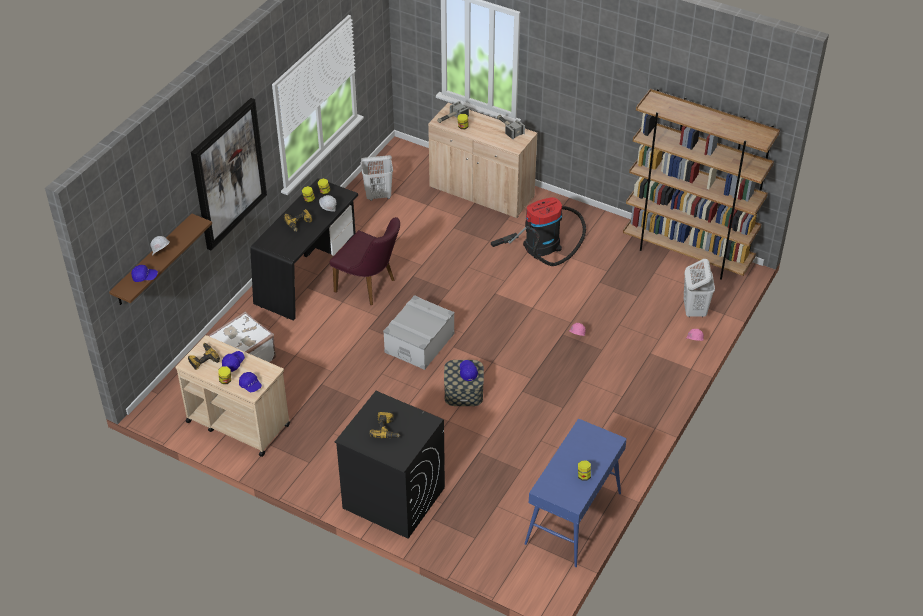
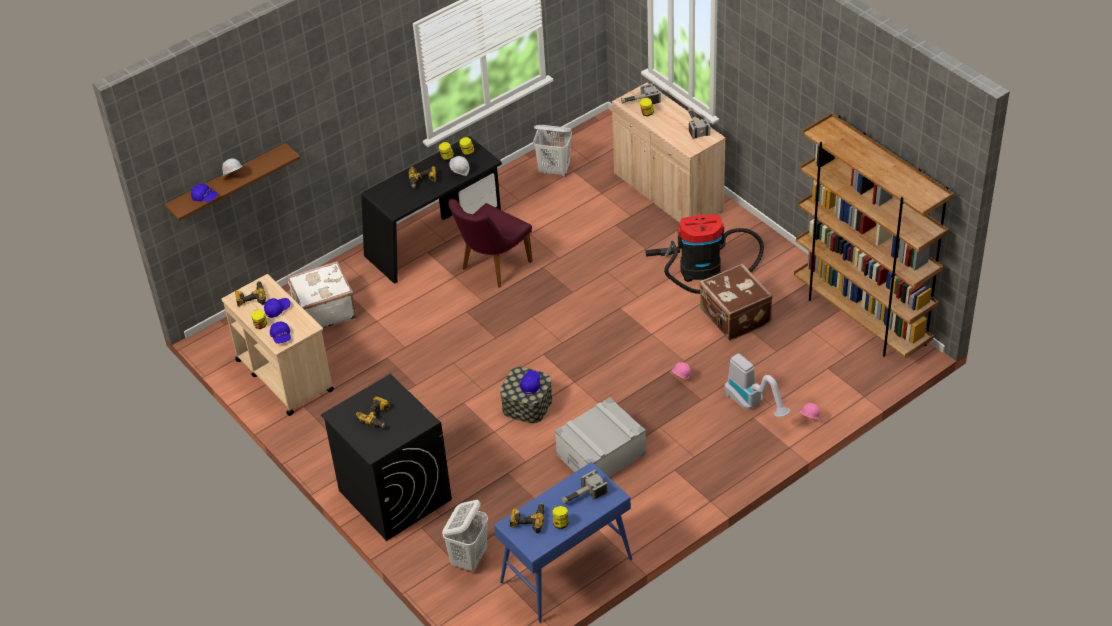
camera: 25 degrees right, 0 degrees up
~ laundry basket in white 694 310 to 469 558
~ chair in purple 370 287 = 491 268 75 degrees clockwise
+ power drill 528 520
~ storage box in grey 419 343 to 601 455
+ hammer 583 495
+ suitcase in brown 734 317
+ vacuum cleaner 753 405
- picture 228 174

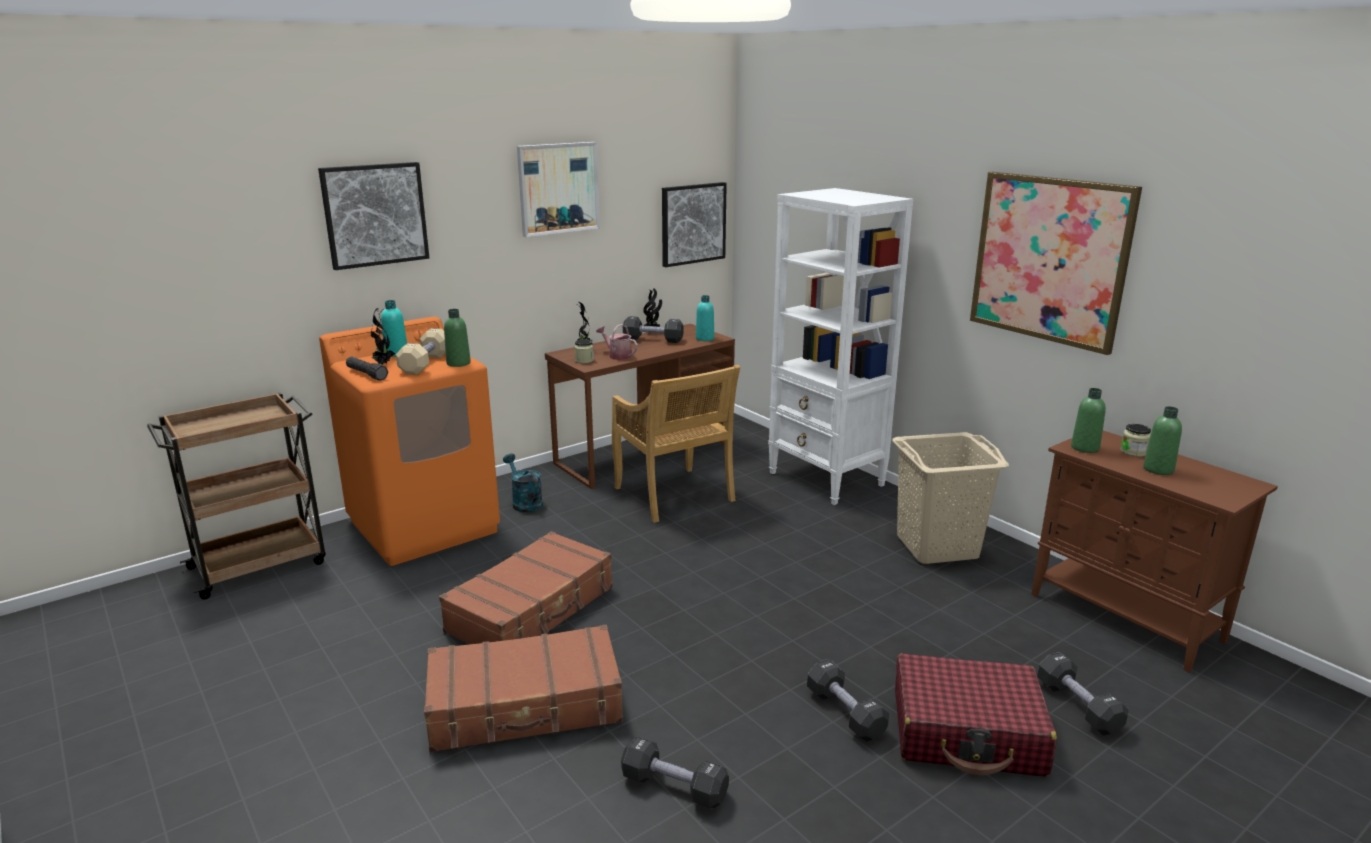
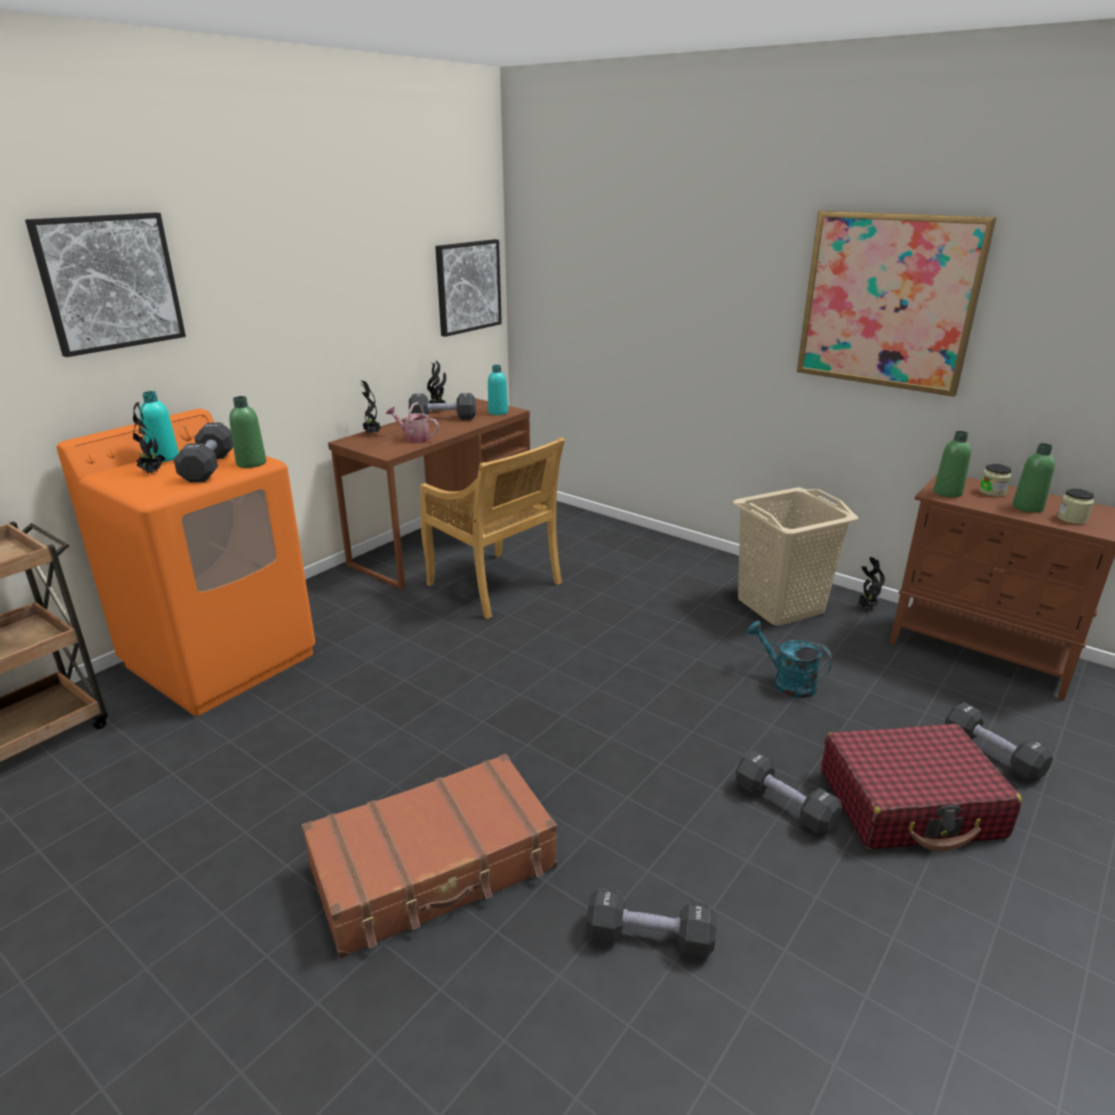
camera: 15 degrees left, 5 degrees up
~ dumbbell in beige 425 364 to dumbbell in black 209 467
~ watering can in turquoise 524 502 to 787 682
+ potted plant 865 607
~ jar 584 360 to 1071 519
- flashlight in black 366 374
- suitcase in brown 532 609
- picture 558 188
- bookcase in white 826 479

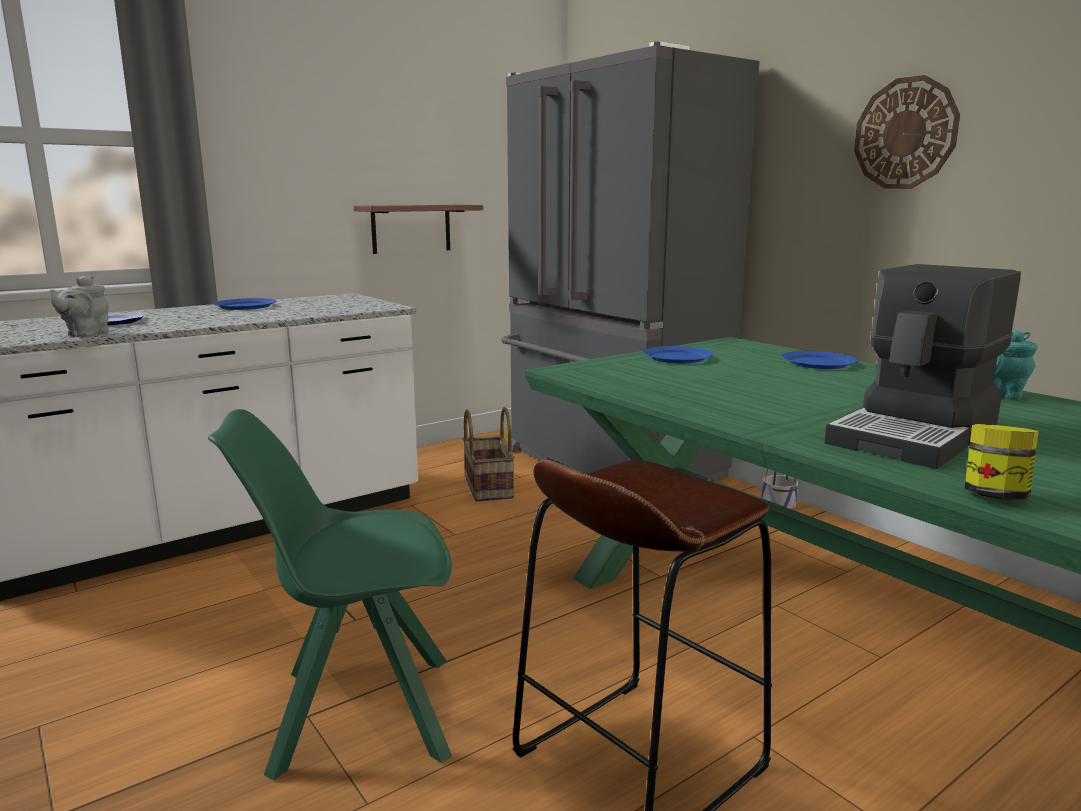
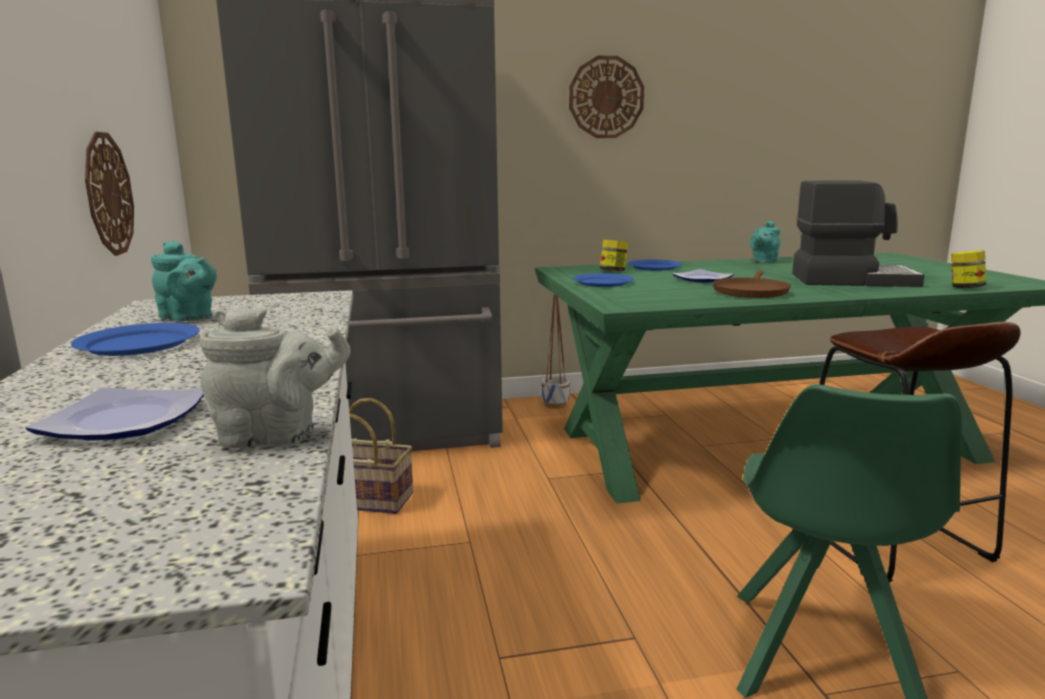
camera: 65 degrees left, 0 degrees up
~ shelf 411 228 to wall clock 108 194
+ teapot in turquoise 189 318
~ teapot in grey 85 335 = 276 436 45 degrees counterclockwise
+ jar 613 271
+ plate 703 279
+ frying pan in brown 750 291
~ coffee machine 917 435 = 851 280 60 degrees counterclockwise

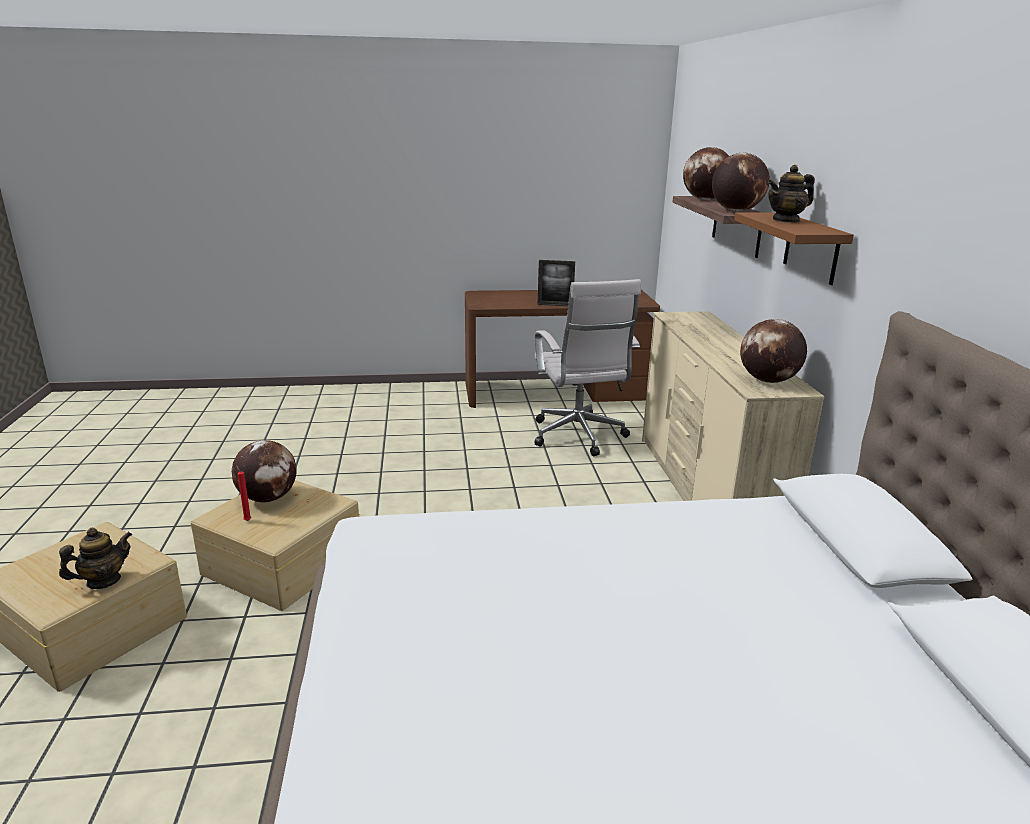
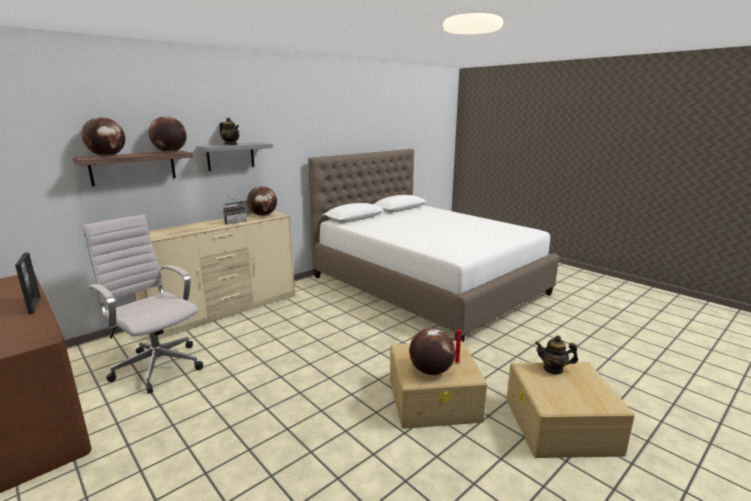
camera: 125 degrees left, 5 degrees down
~ office chair in white 579 437 = 157 365 90 degrees counterclockwise
~ shelf in brown 811 248 to shelf in grey 230 156
+ radio 235 222

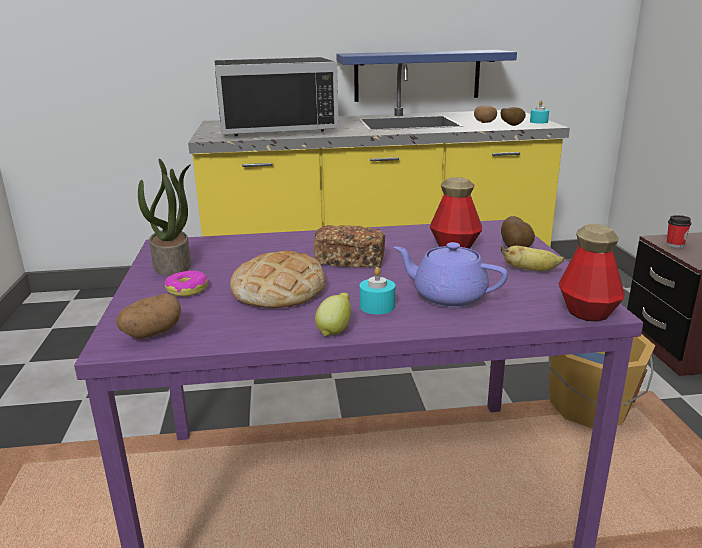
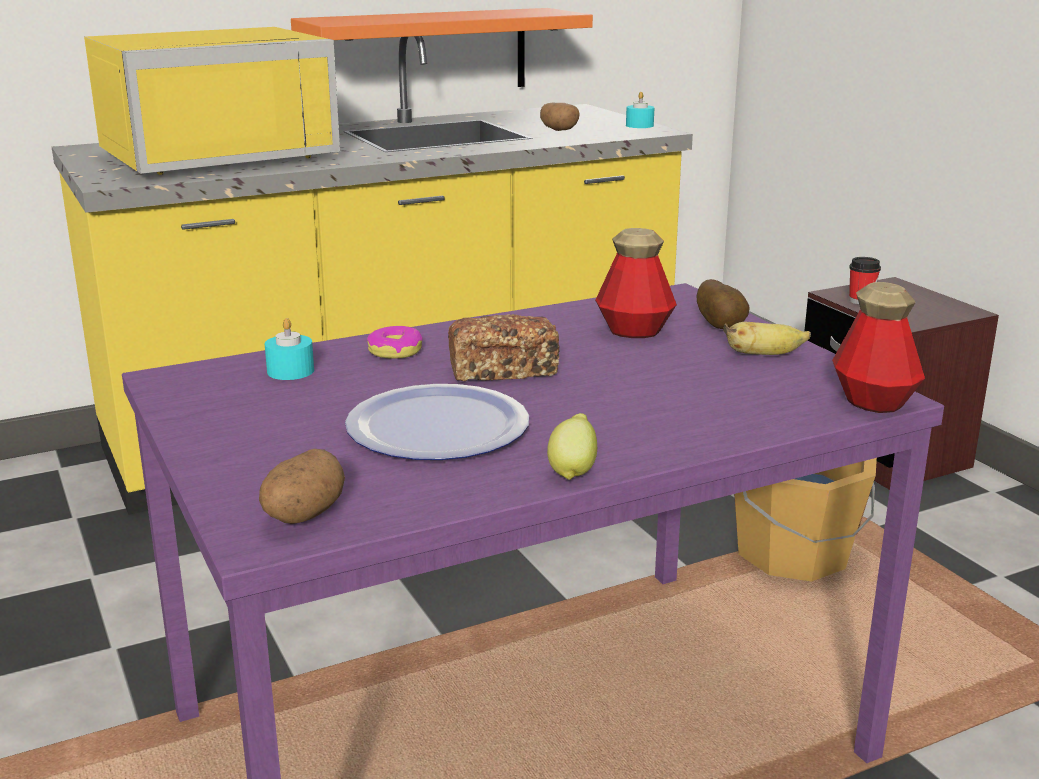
camera: 20 degrees left, 0 degrees up
~ microwave in black 276 127 to microwave in yellow 215 153
~ candle in turquoise 377 306 to 290 371
~ shelf in blue 417 75 to shelf in orange 427 53
~ bread 279 290 to plate 437 427
~ donut 187 290 to 395 351
- potted plant 173 265
- teapot in purple 448 296
- potato 511 125

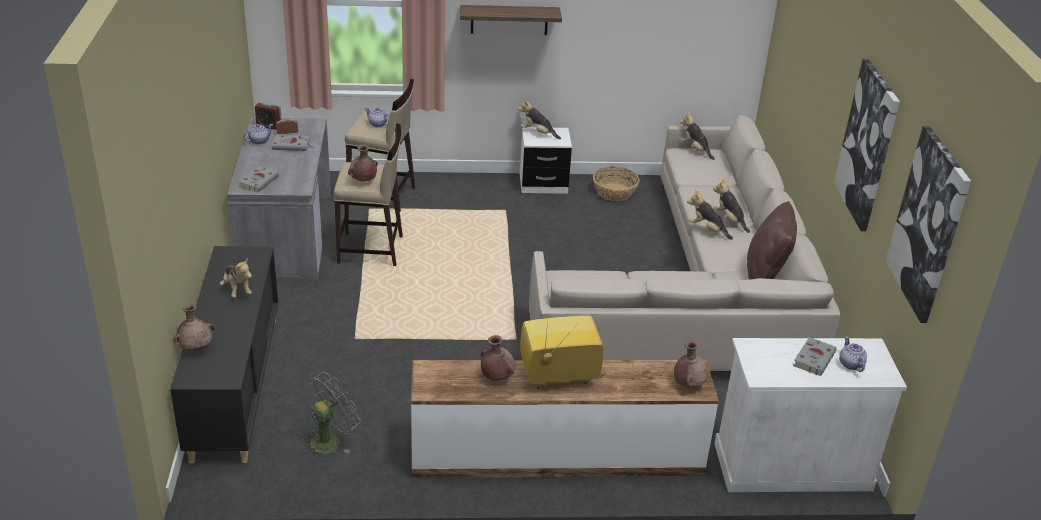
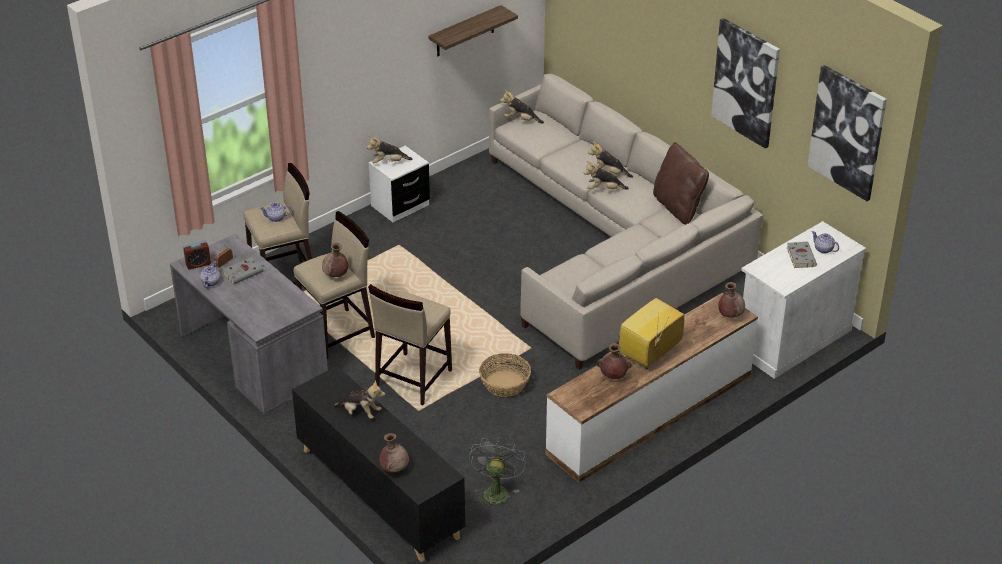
camera: 35 degrees left, 5 degrees up
+ stool in beige 412 379
~ shelf 509 20 to 465 32
~ basket 614 192 to 504 384
- book in grey 259 181

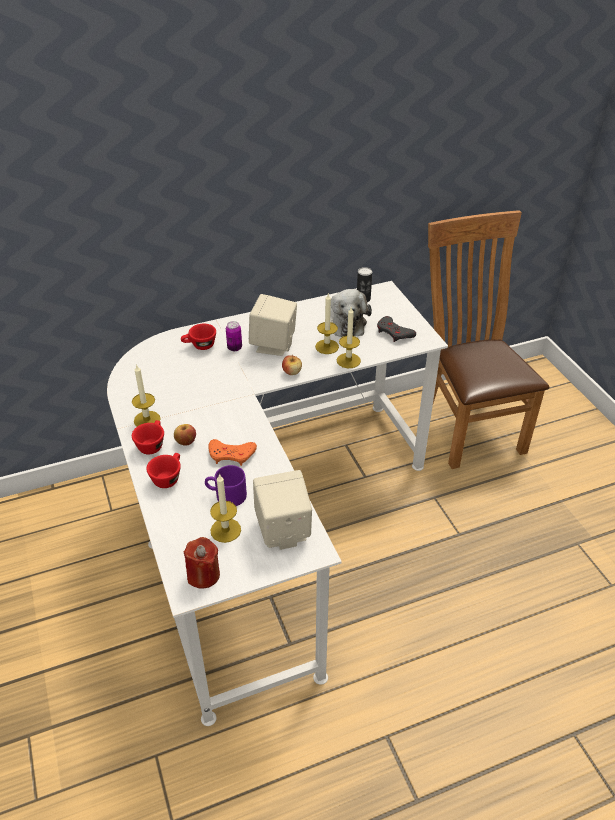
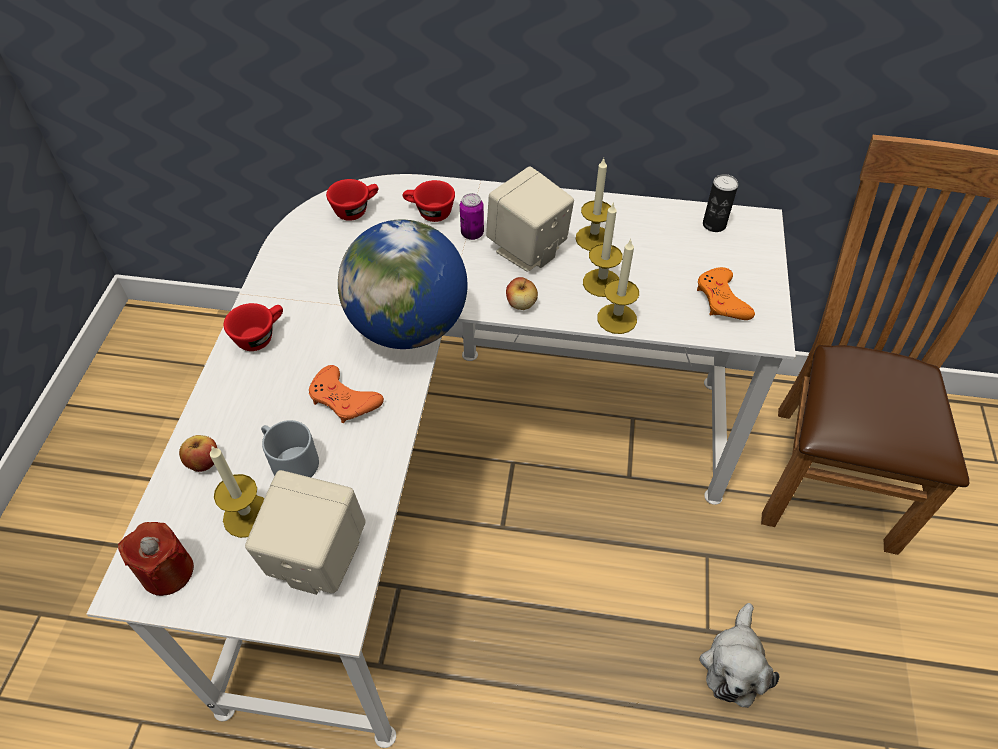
camera: 30 degrees right, 10 degrees up
~ apple 186 442 to 204 462
~ mug in purple 226 495 to mug in grey 289 460
~ cup in red 168 477 to 356 210
+ globe 408 327
~ candle 147 420 to 593 238
~ game controller in grey 394 332 to game controller in orange 722 300
~ plush toy 345 322 to 734 664

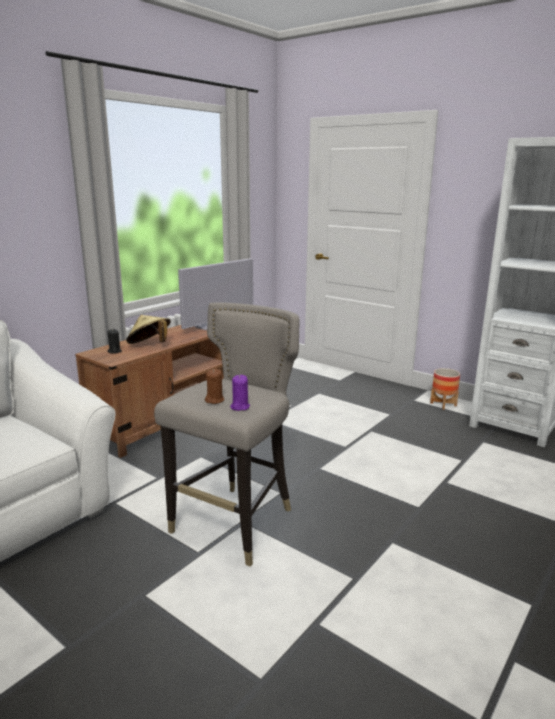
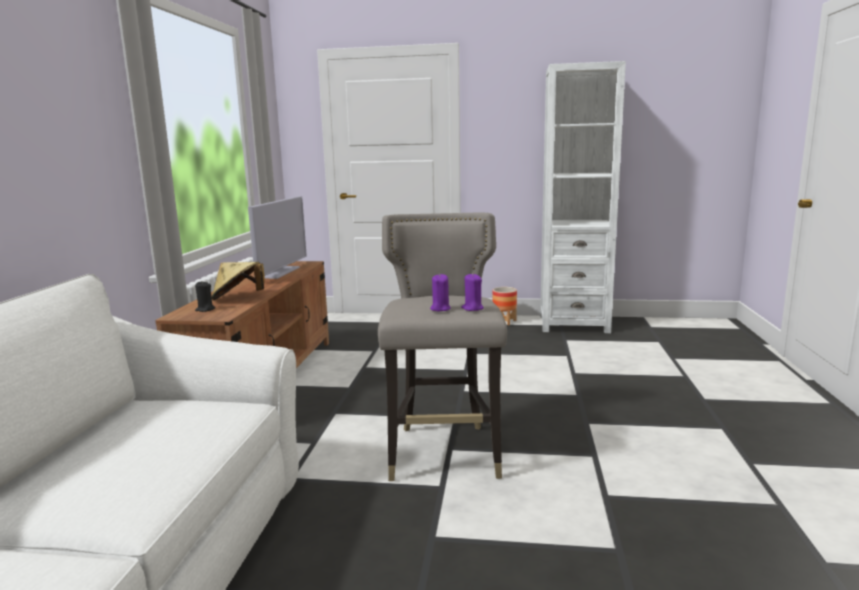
camera: 30 degrees left, 5 degrees down
~ candle in brown 214 400 to candle in purple 440 309

